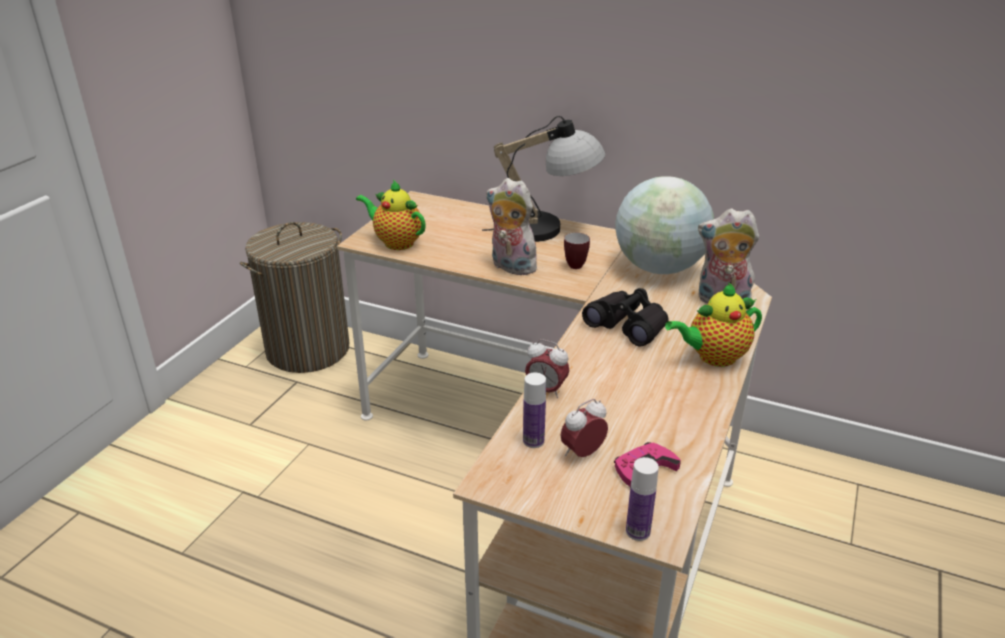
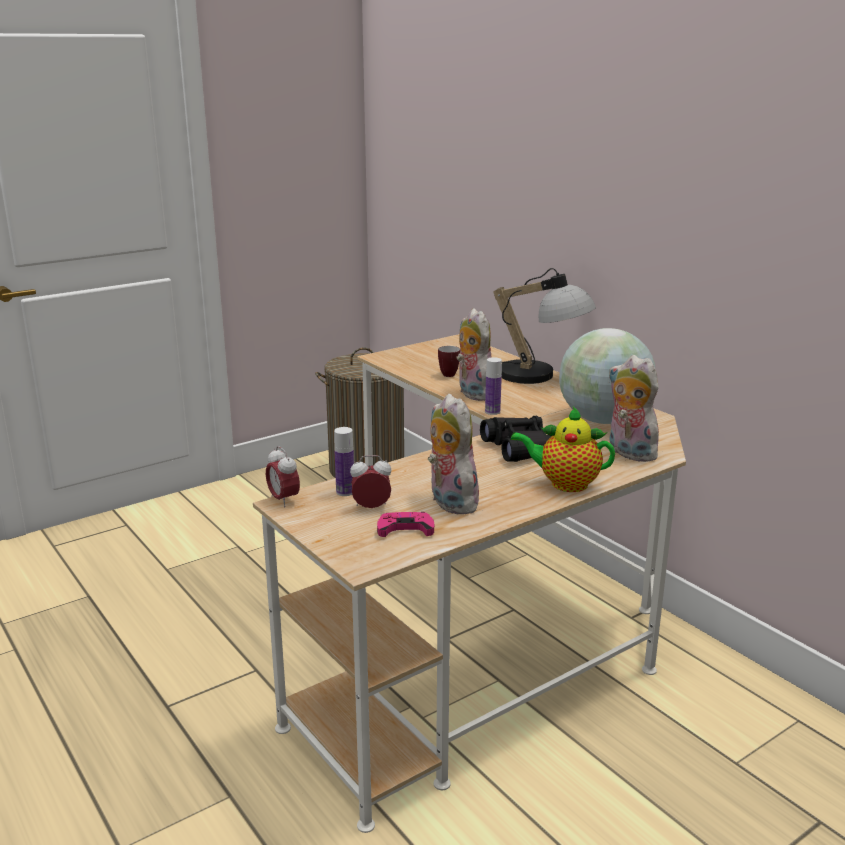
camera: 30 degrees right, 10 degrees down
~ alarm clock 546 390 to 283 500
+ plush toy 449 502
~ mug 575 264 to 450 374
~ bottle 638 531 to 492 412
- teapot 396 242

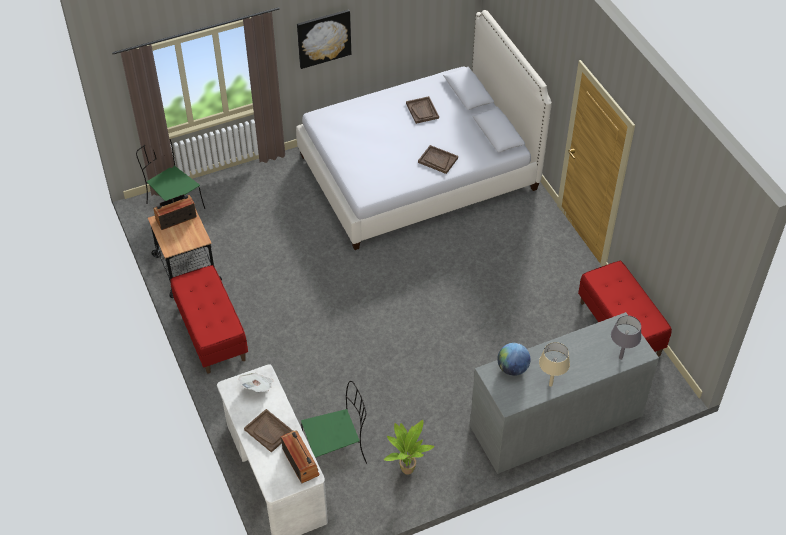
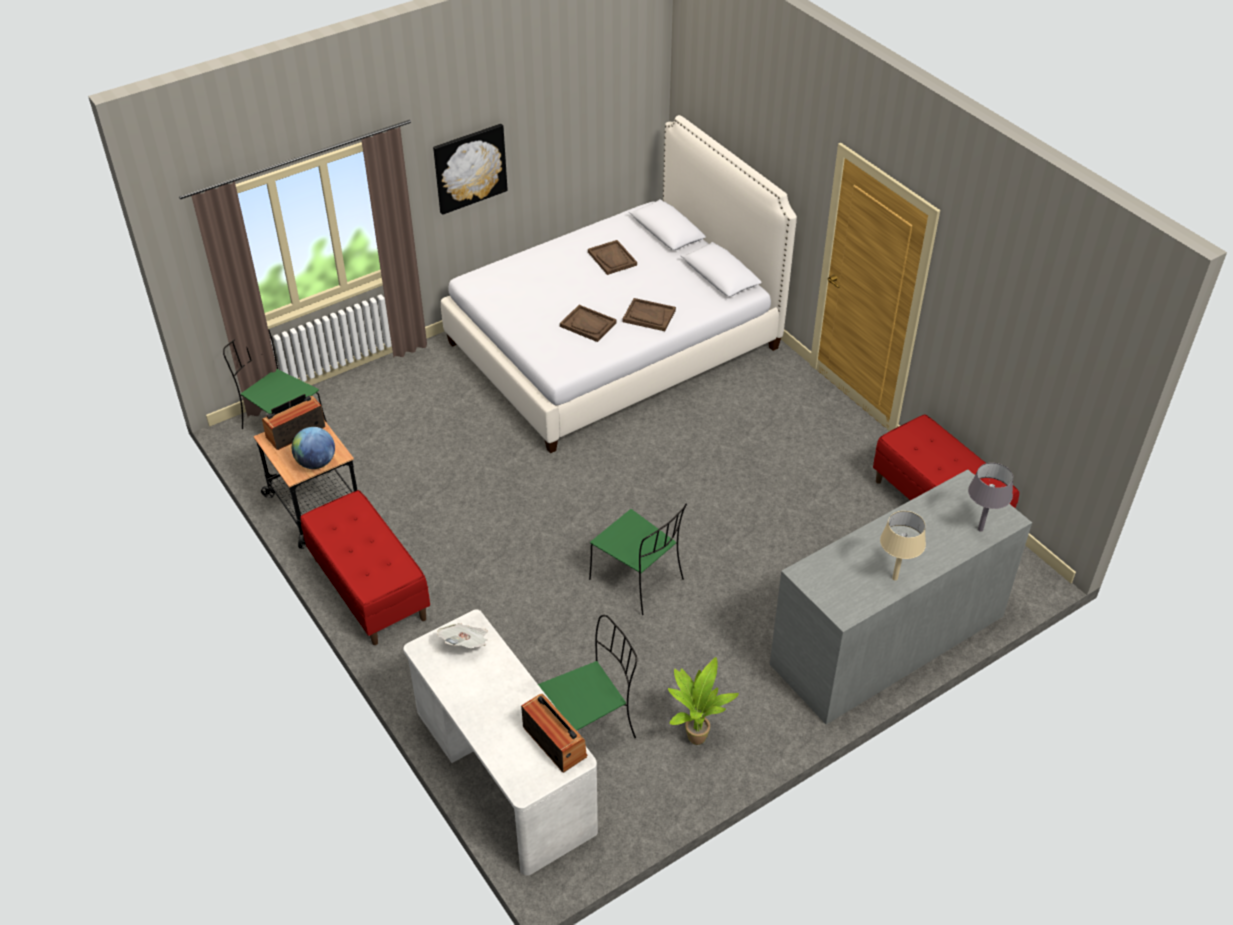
camera: 10 degrees left, 5 degrees down
~ globe 512 368 to 316 463
~ tray in brown 269 431 to 588 324
+ chair in green 638 580

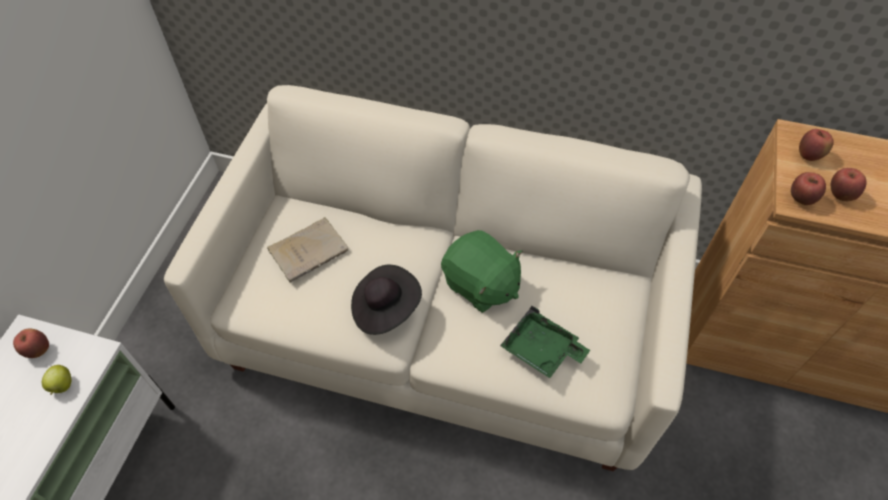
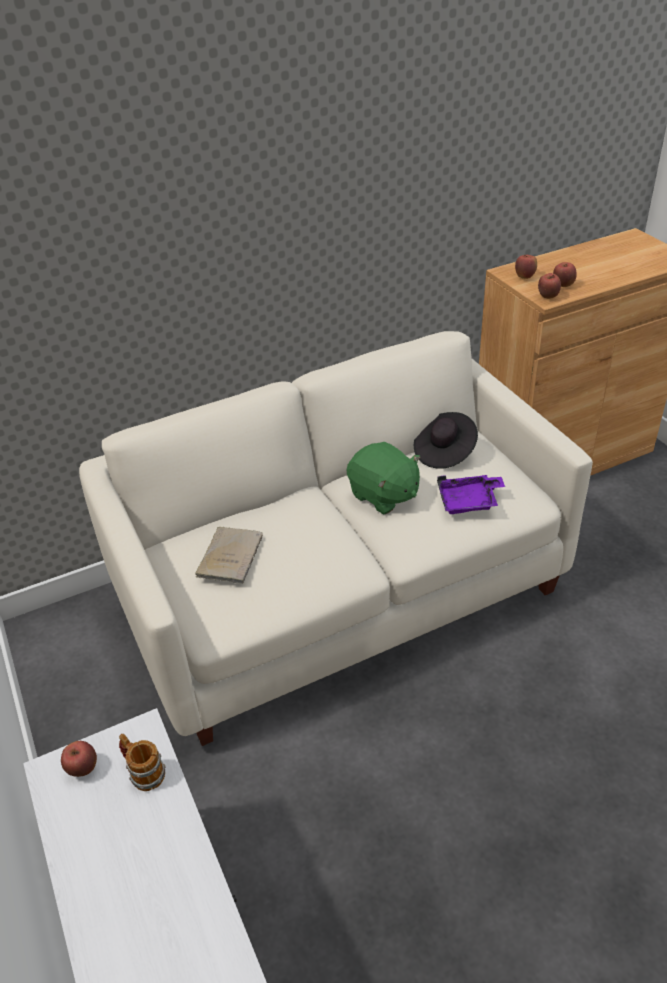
camera: 40 degrees left, 15 degrees down
~ apple 62 385 to mug 143 772
~ plush toy in green 480 285 = 383 495 45 degrees clockwise
~ hat in black 385 308 to 444 452
~ tray in green 541 350 to tray in purple 469 501

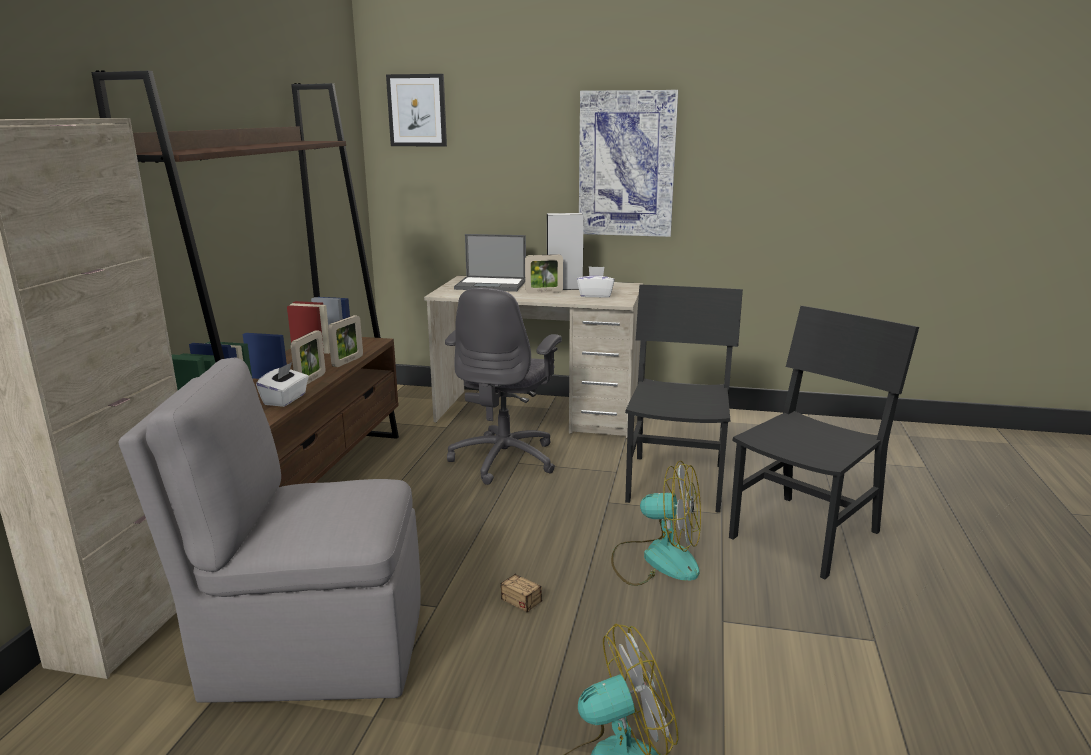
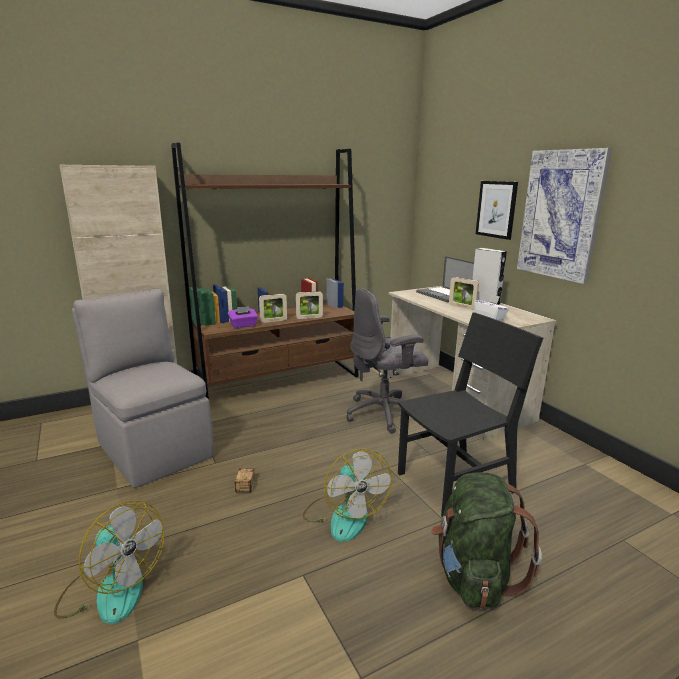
camera: 50 degrees right, 0 degrees up
~ tissue box in white 285 399 to tissue box in purple 243 325
~ chair in black 805 534 to backpack in green 474 576
~ picture 417 110 to 496 209

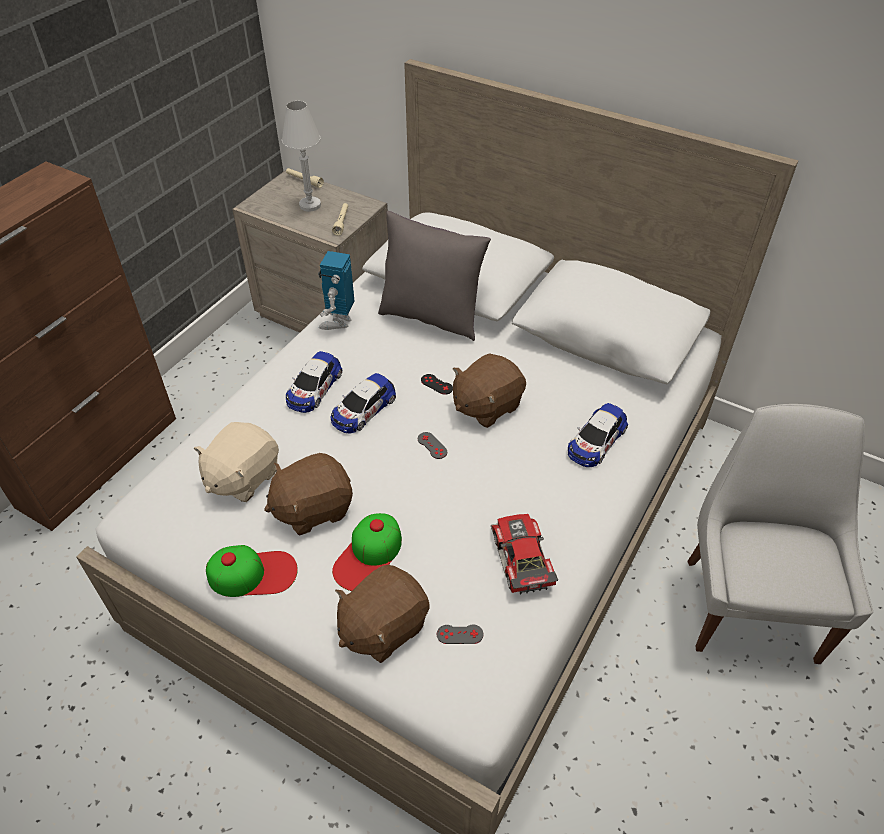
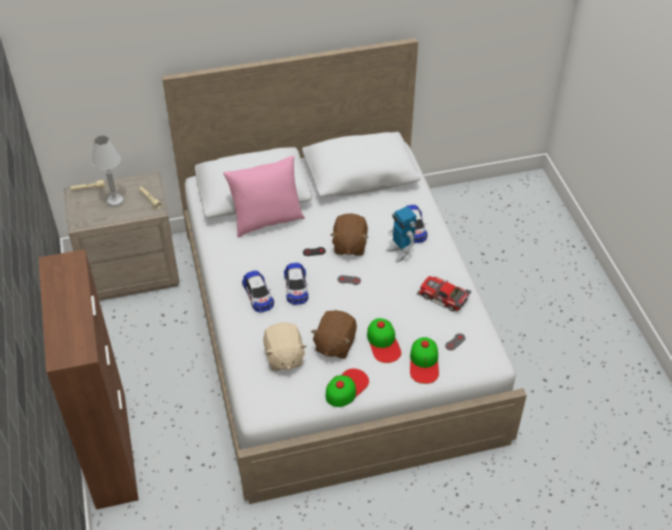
camera: 45 degrees left, 0 degrees up
~ pillow in grey 431 317 to pillow in pink 266 221
~ toy robot 338 321 to 400 252
~ plush toy in brown 382 627 to cap 424 363
- chair in white 749 604

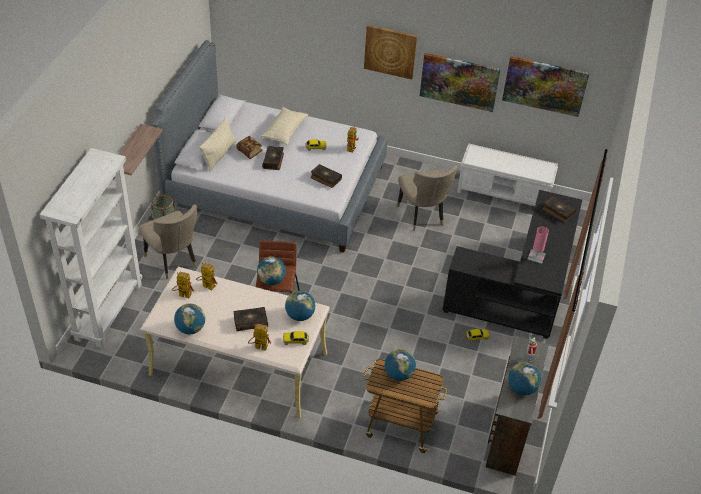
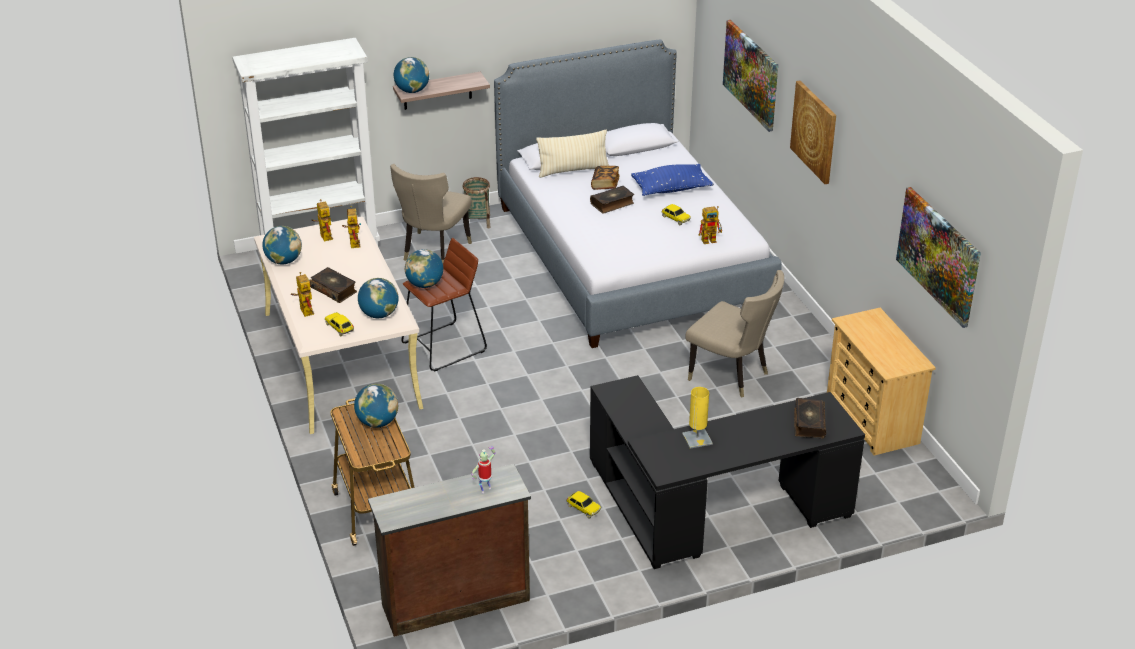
camera: 55 degrees right, 10 degrees down
~ globe 521 388 to 412 91
~ pillow in beige 284 131 to pillow in blue 671 189
~ table lamp in pink 536 256 to table lamp in yellow 697 439
~ chair in beige 422 216 = 732 376 90 degrees counterclockwise
~ picture 459 81 to 751 74
~ bench in white 504 193 to dresser in beige 872 420
- book 325 179

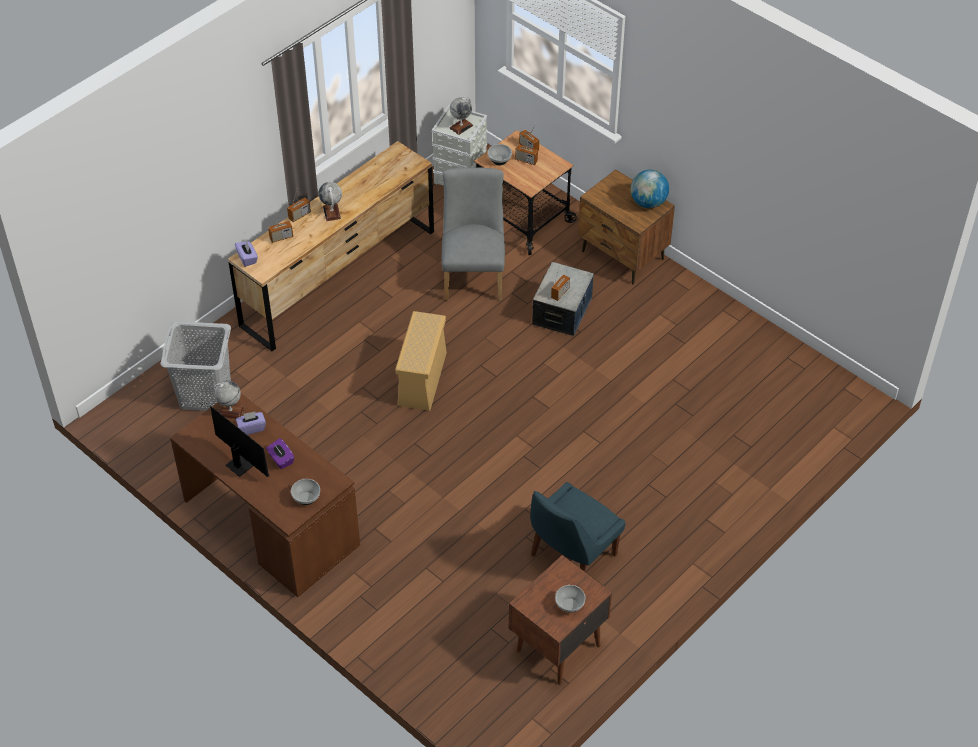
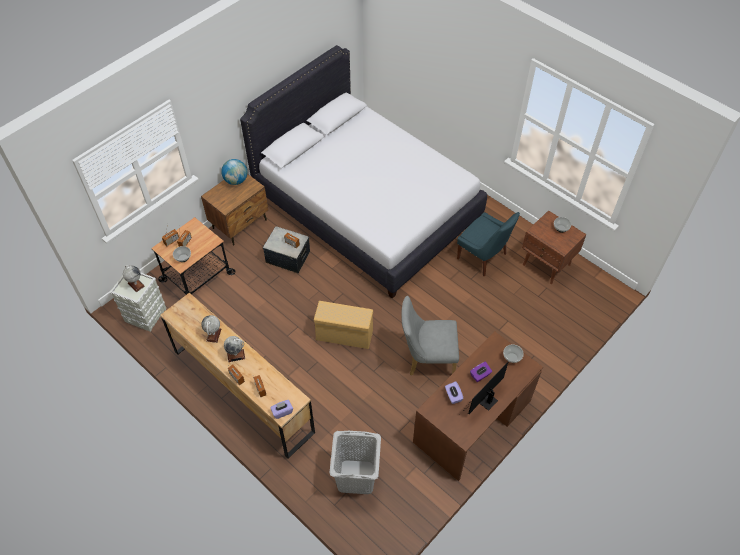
camera: 90 degrees left, 5 degrees up
~ globe 230 411 to 214 335
+ bed in white 367 207
~ chair in grey 473 274 to 426 359

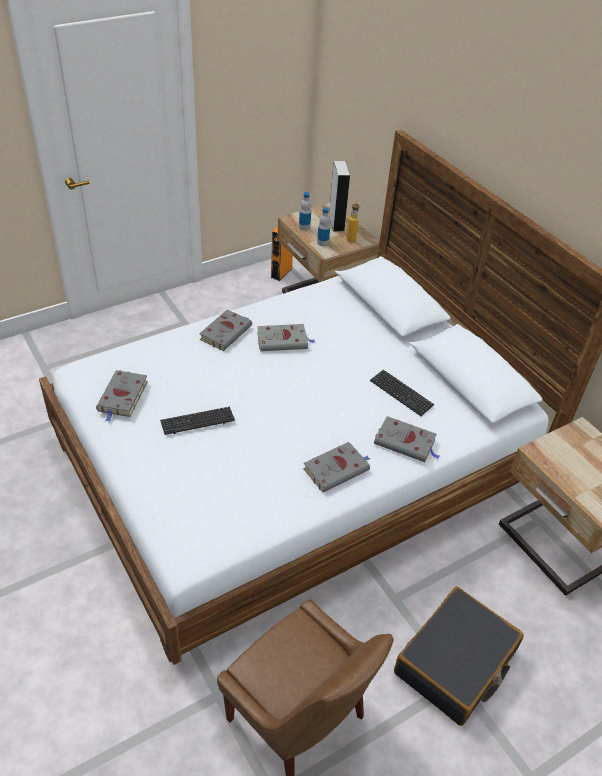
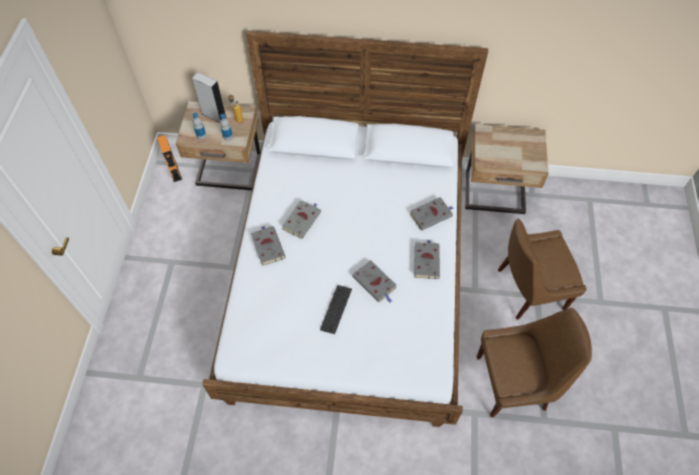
camera: 50 degrees left, 15 degrees up
~ book in grey 122 397 to 375 283
~ suitcase in black 455 663 to chair in brown 528 289
- keyboard 401 393

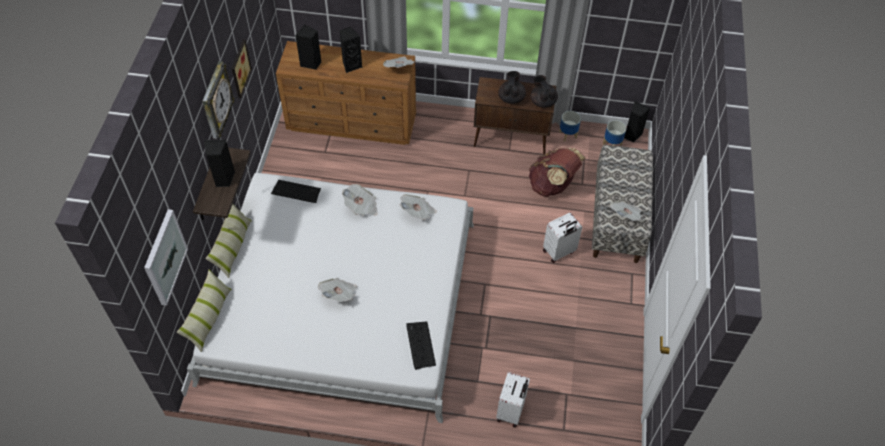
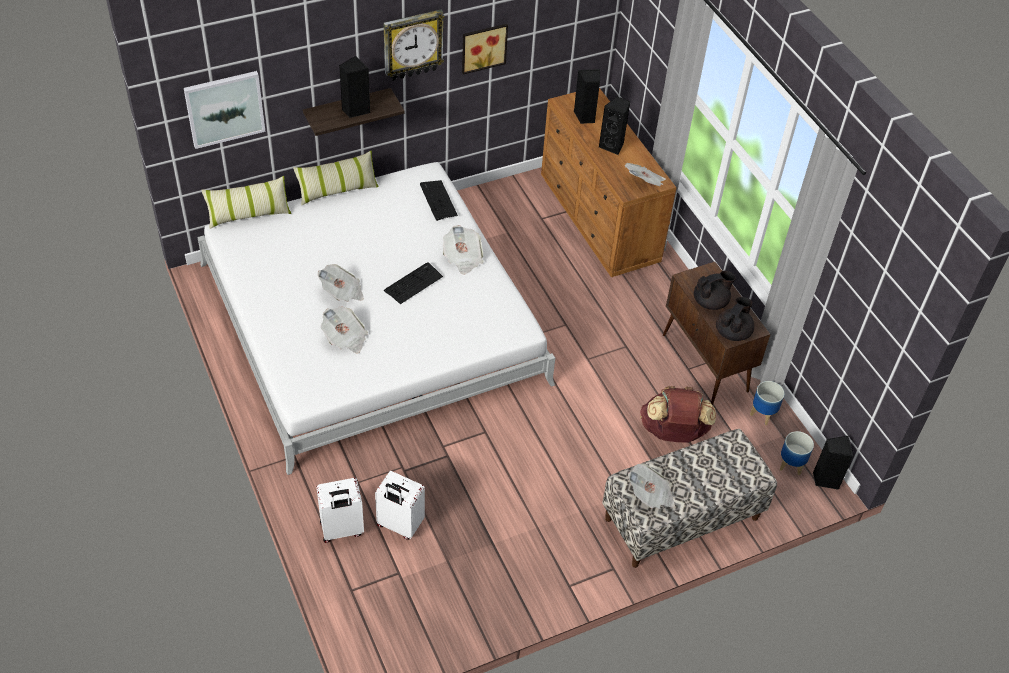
camera: 55 degrees right, 5 degrees down
~ newspaper 418 212 to 345 338
~ suitcase in white 559 252 to 399 525
~ keyboard 420 345 to 413 283

